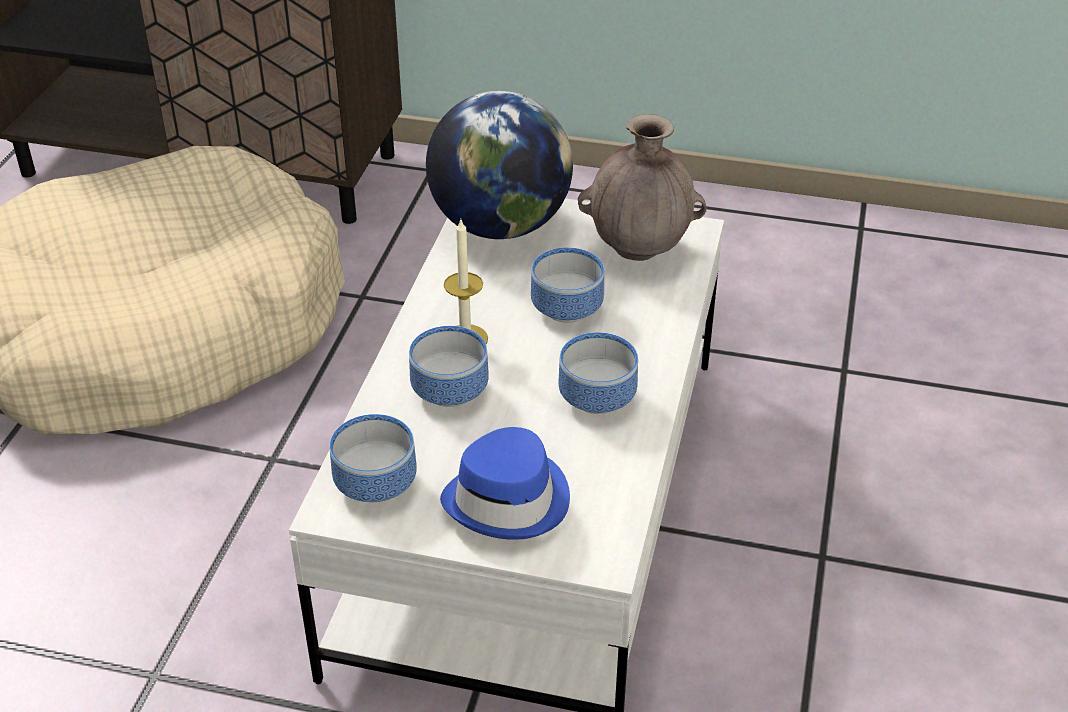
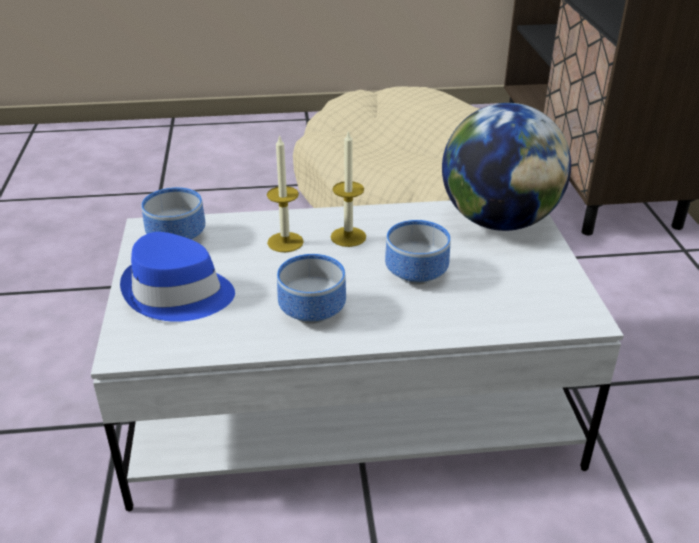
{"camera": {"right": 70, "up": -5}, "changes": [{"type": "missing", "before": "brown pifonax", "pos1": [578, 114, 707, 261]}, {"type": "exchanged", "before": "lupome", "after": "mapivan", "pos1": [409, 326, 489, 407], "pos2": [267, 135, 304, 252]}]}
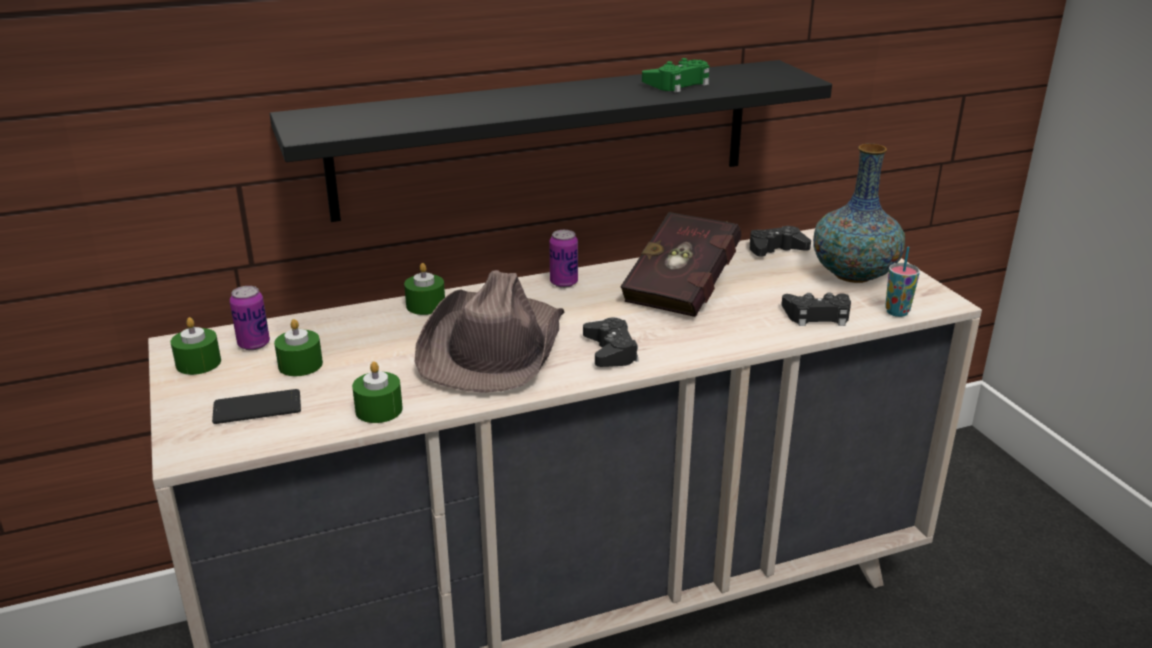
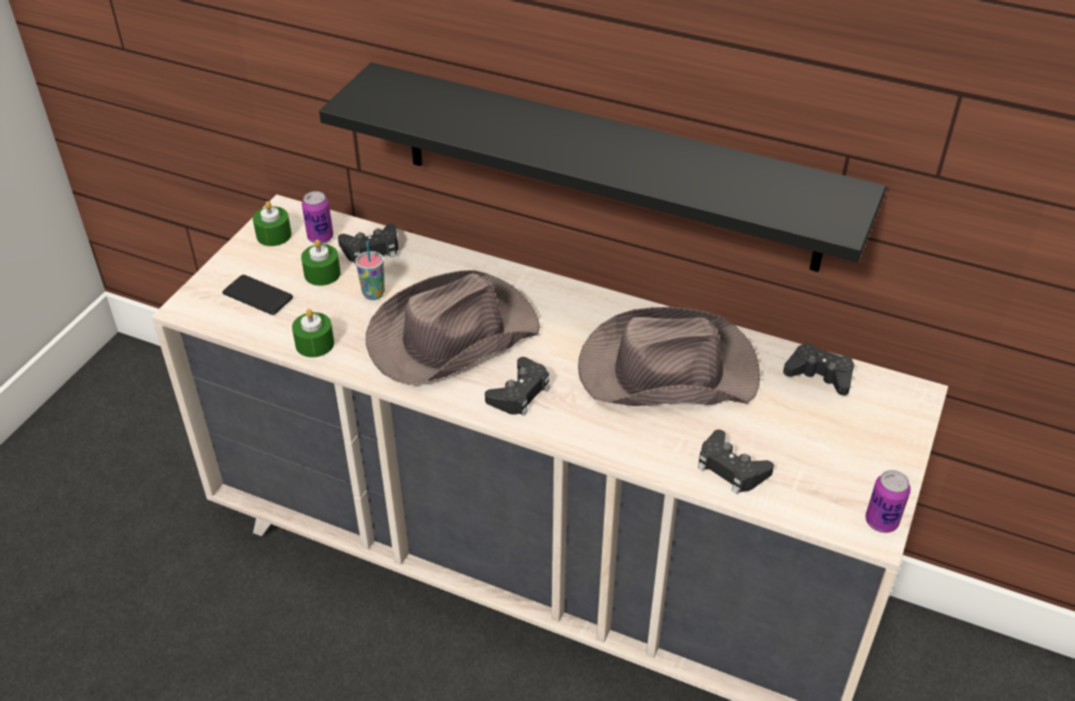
{"camera": {"right": 45, "up": 15}, "changes": [{"type": "missing", "before": "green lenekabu", "pos1": [642, 58, 709, 93]}, {"type": "missing", "before": "pifonax", "pos1": [813, 144, 905, 283]}, {"type": "exchanged", "before": "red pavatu", "after": "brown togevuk", "pos1": [620, 212, 742, 317], "pos2": [578, 307, 760, 406]}, {"type": "relocated", "before": "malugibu", "pos1": [549, 230, 578, 288], "pos2": [865, 470, 911, 533]}, {"type": "relocated", "before": "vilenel", "pos1": [885, 247, 920, 317], "pos2": [356, 241, 385, 300]}, {"type": "missing", "before": "green mapivan", "pos1": [404, 263, 445, 315]}, {"type": "appeared", "after": "black lenekabu", "pos2": [338, 224, 398, 264]}]}
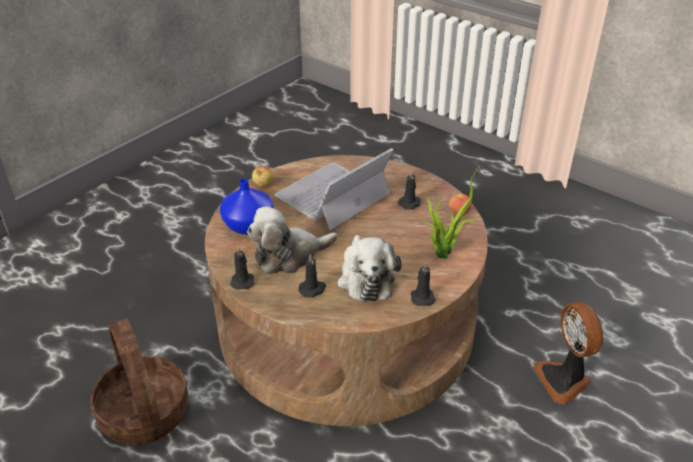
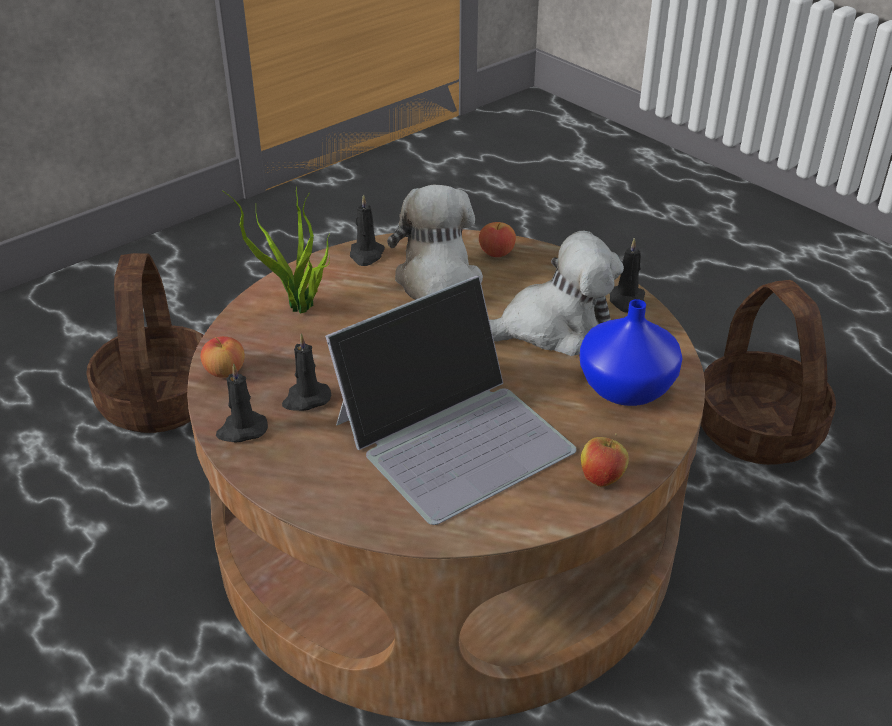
{"camera": {"right": -170, "up": 0}, "changes": [{"type": "relocated", "before": "black mapivan", "pos1": [298, 254, 326, 298], "pos2": [216, 363, 268, 442]}, {"type": "exchanged", "before": "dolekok", "after": "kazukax", "pos1": [533, 302, 603, 404], "pos2": [86, 253, 204, 433]}, {"type": "appeared", "after": "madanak", "pos2": [479, 222, 516, 257]}]}
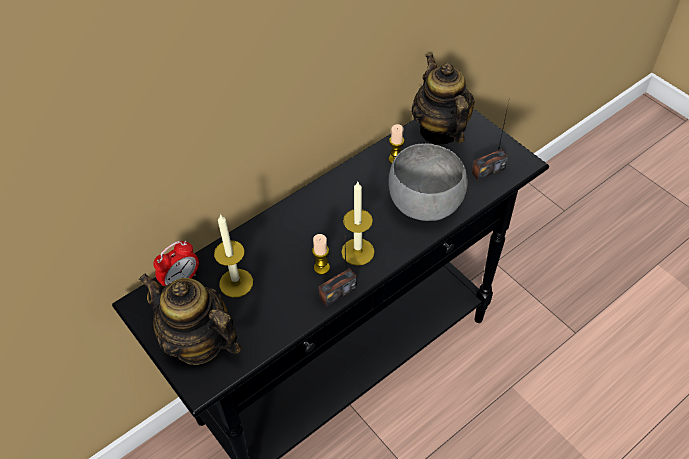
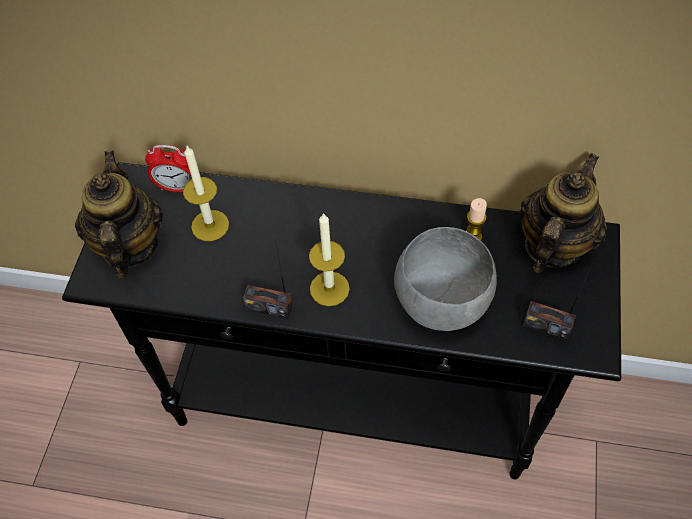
{"camera": {"right": 50, "up": 5}, "changes": [{"type": "missing", "before": "mapivan", "pos1": [312, 234, 330, 274]}]}
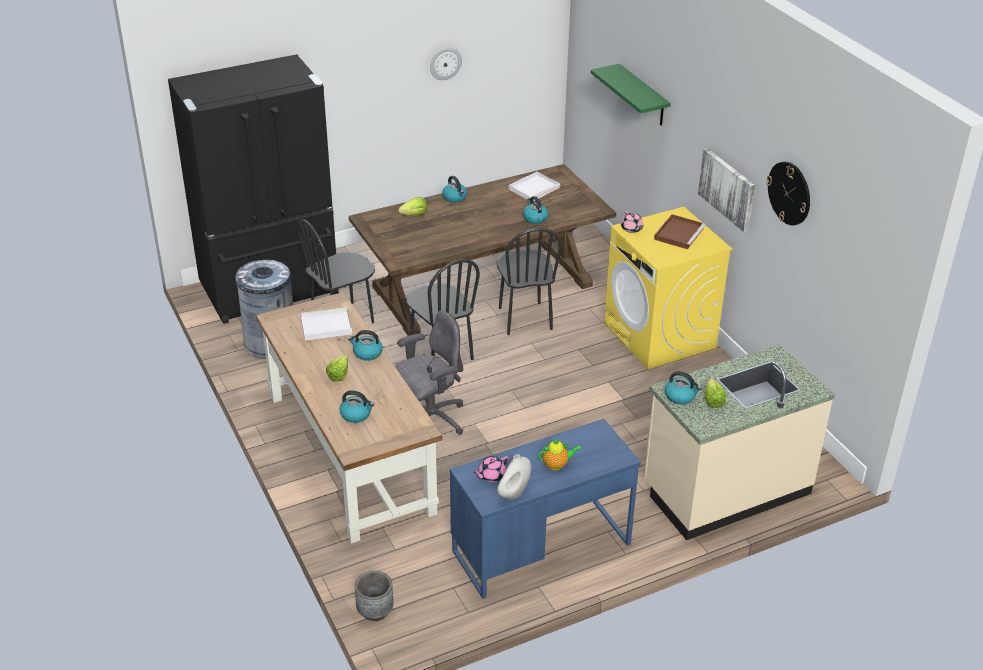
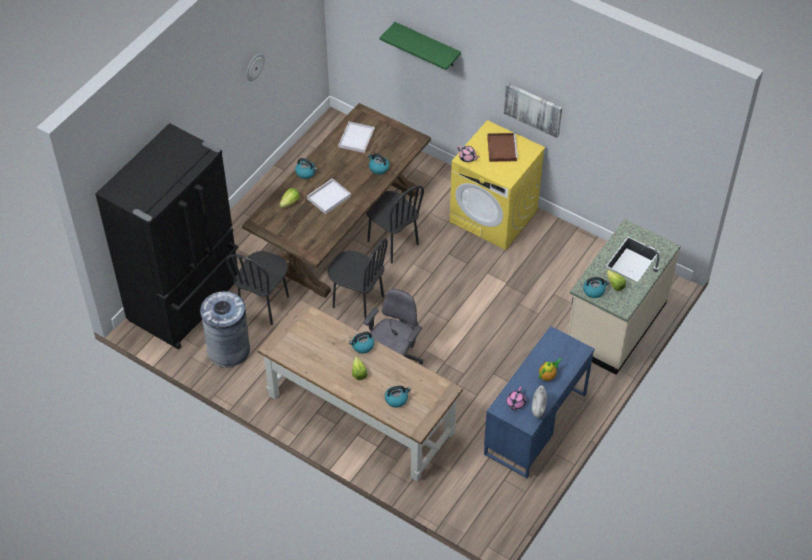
{"camera": {"right": -30, "up": 15}, "changes": [{"type": "missing", "before": "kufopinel", "pos1": [766, 162, 810, 225]}, {"type": "relocated", "before": "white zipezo", "pos1": [300, 307, 352, 340], "pos2": [307, 178, 351, 214]}, {"type": "missing", "before": "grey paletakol", "pos1": [355, 571, 393, 621]}]}
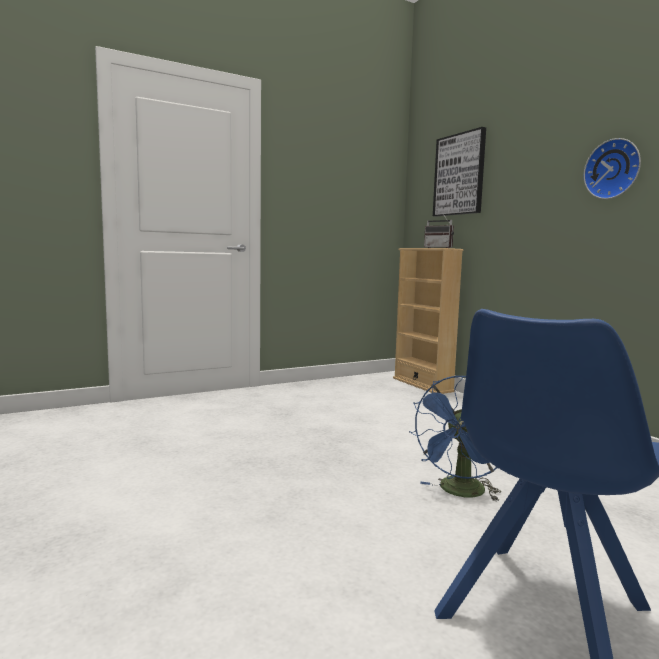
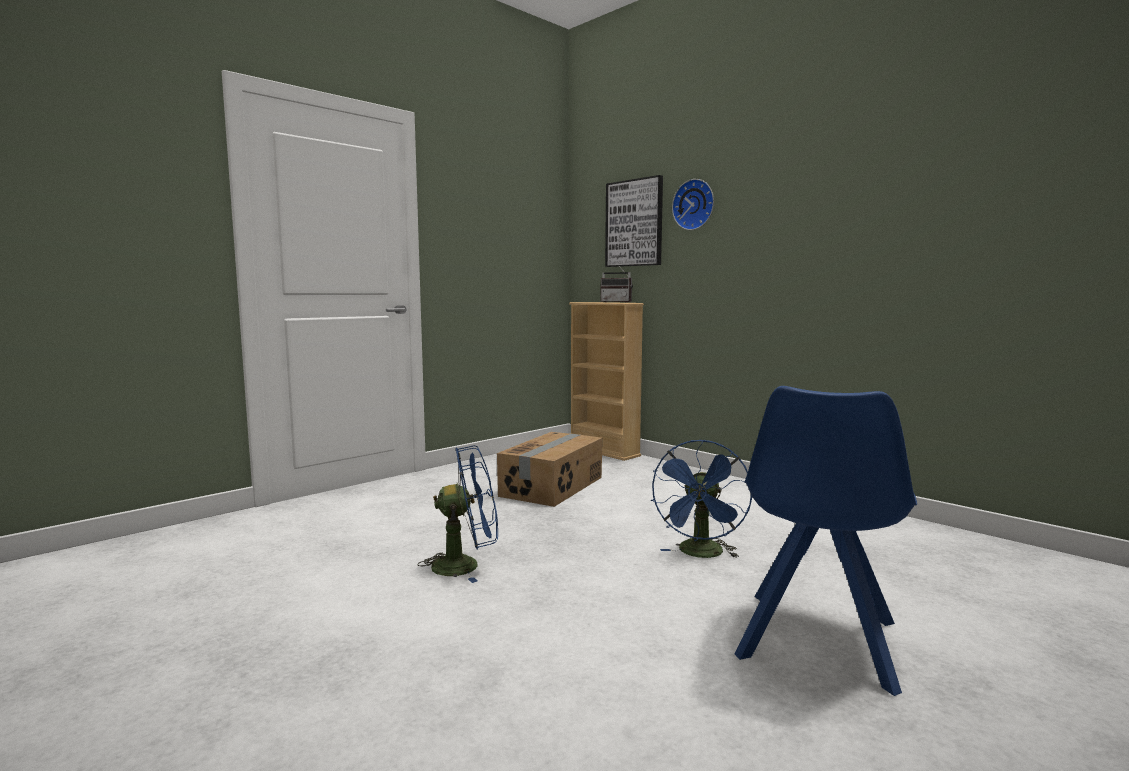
{"camera": {"right": -15, "up": 0}, "changes": [{"type": "relocated", "before": "kufopinel", "pos1": [583, 138, 641, 199], "pos2": [672, 179, 714, 230]}, {"type": "appeared", "after": "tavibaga", "pos2": [497, 432, 602, 507]}, {"type": "appeared", "after": "blue dolekok", "pos2": [418, 445, 498, 583]}]}
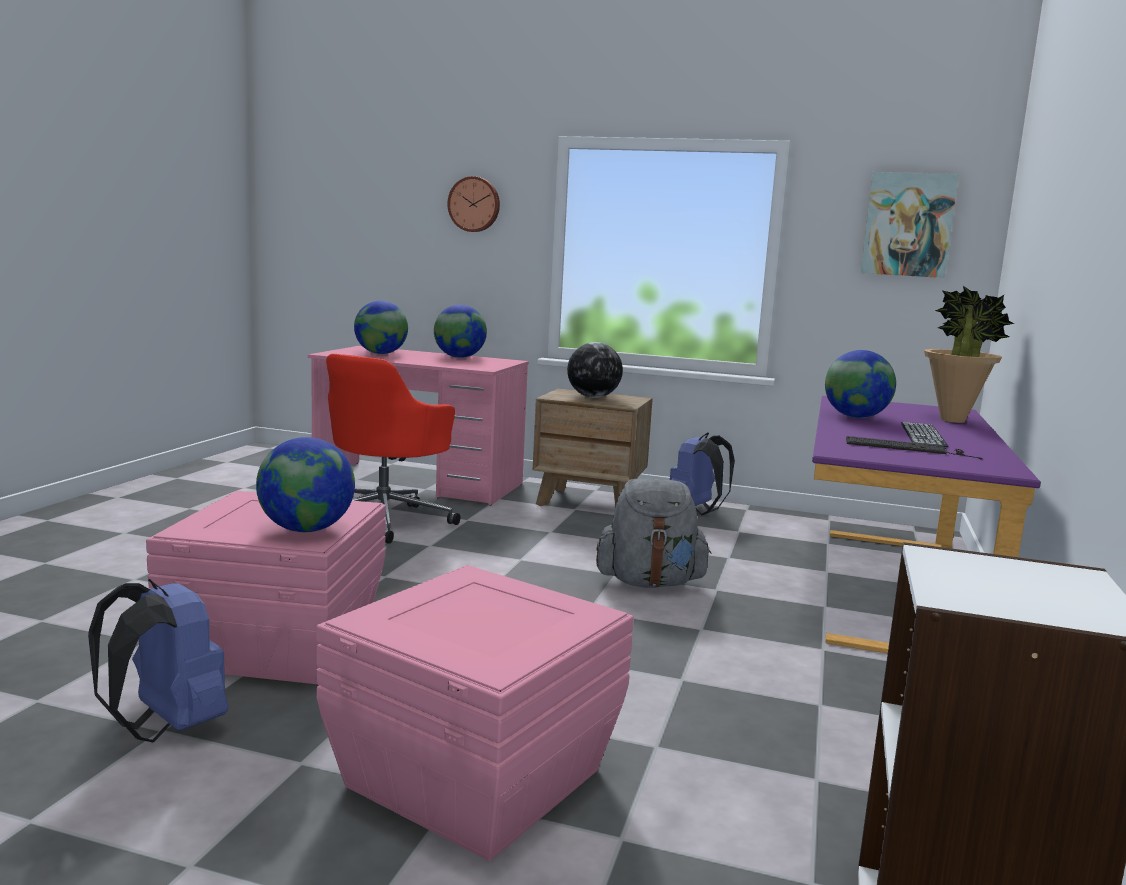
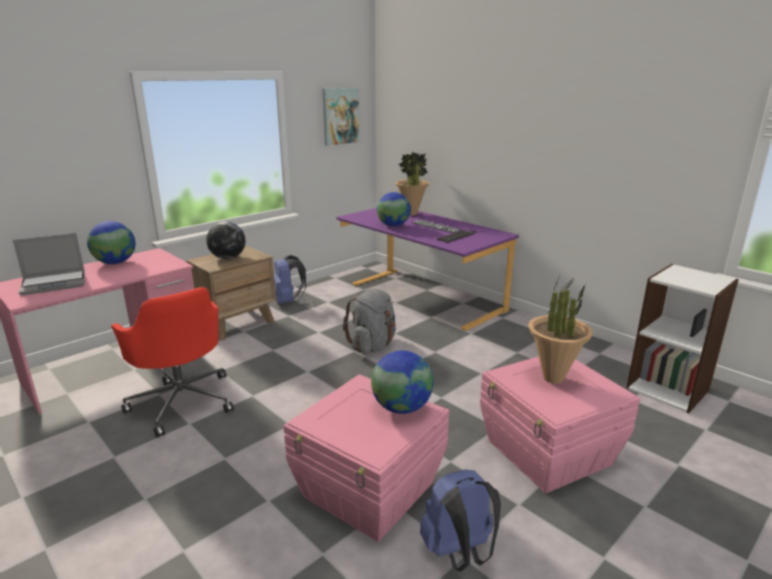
{"camera": {"right": -60, "up": 10}, "changes": [{"type": "missing", "before": "kufopinel", "pos1": [447, 176, 500, 232]}, {"type": "exchanged", "before": "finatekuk", "after": "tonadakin", "pos1": [354, 301, 408, 354], "pos2": [13, 233, 85, 295]}, {"type": "appeared", "after": "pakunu", "pos2": [528, 276, 593, 384]}]}
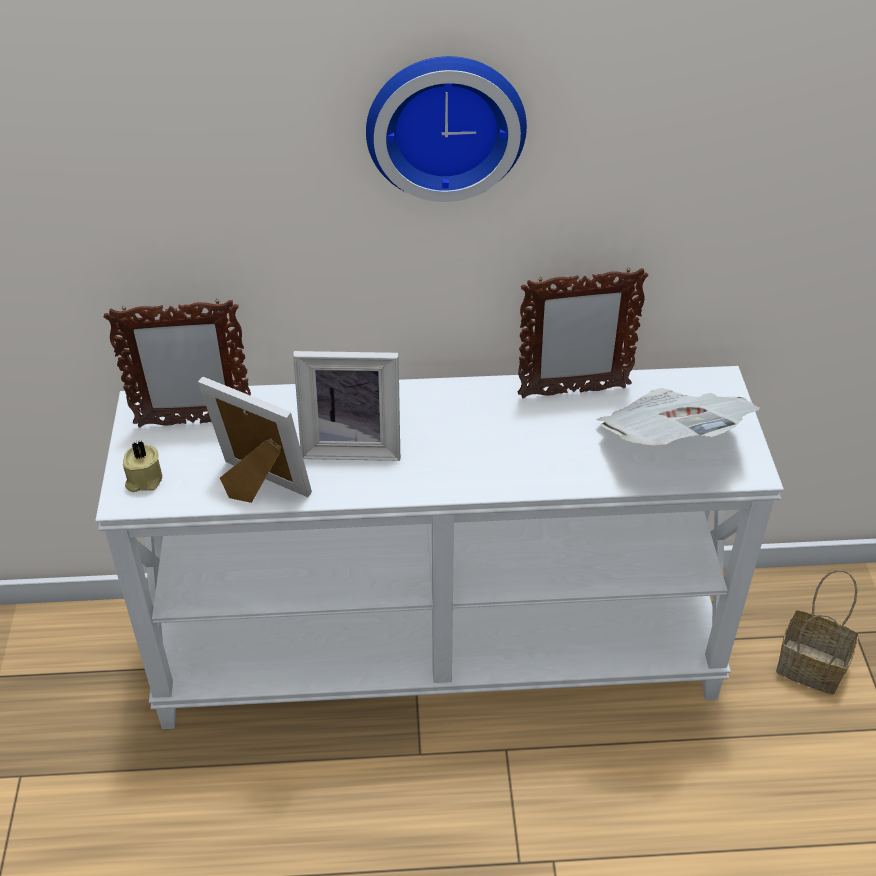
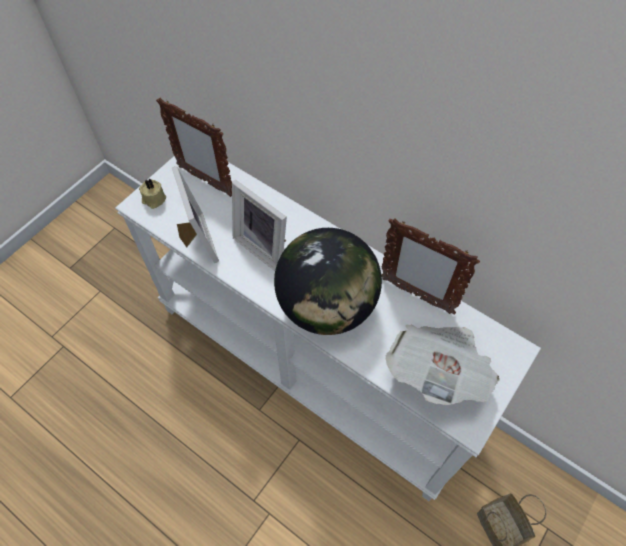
{"camera": {"right": 40, "up": 15}, "changes": [{"type": "missing", "before": "kufopinel", "pos1": [366, 56, 527, 202]}, {"type": "appeared", "after": "finatekuk", "pos2": [274, 228, 382, 335]}]}
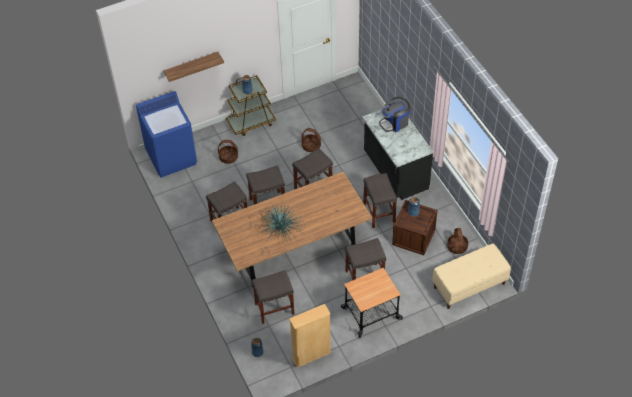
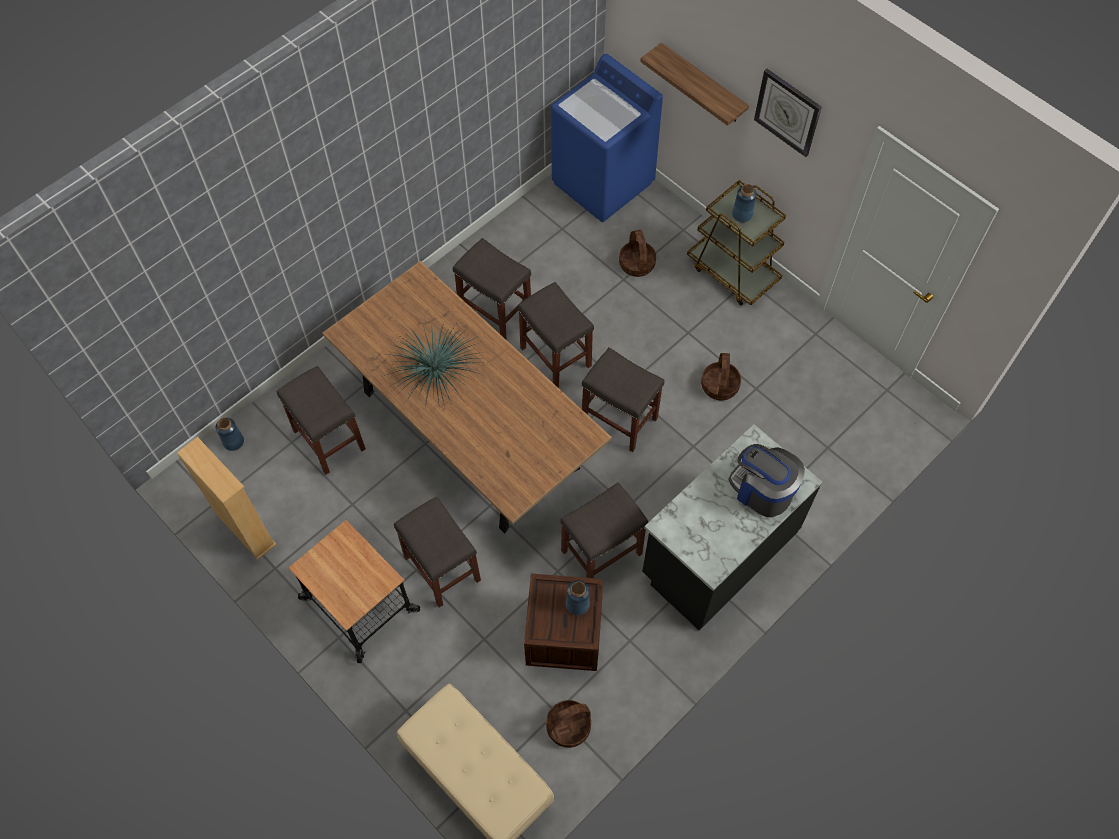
{"camera": {"right": 70, "up": 10}, "changes": [{"type": "appeared", "after": "kufopinel", "pos2": [754, 69, 822, 157]}]}
